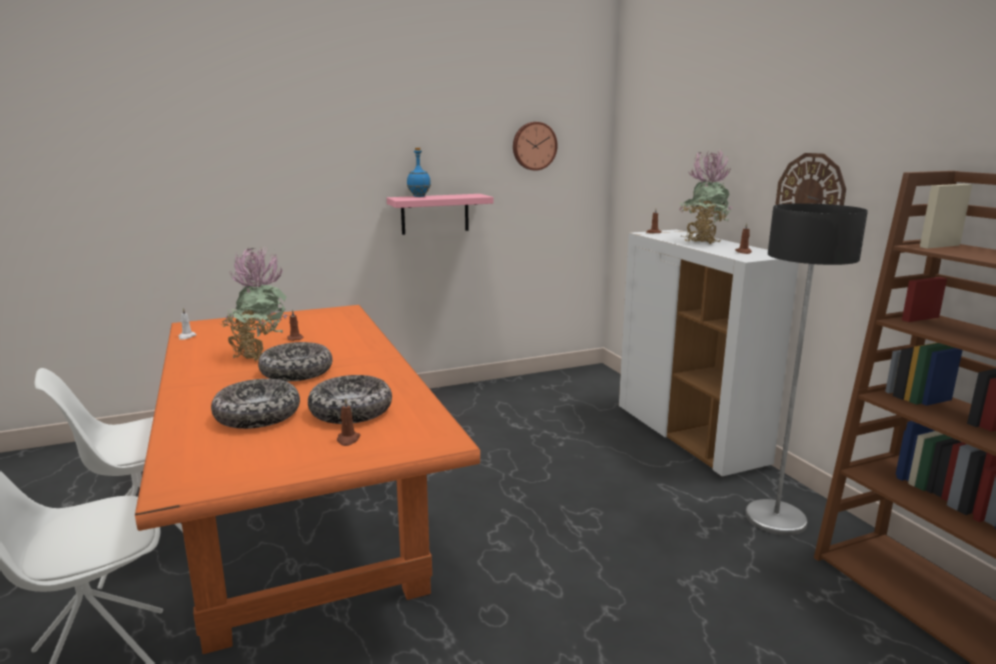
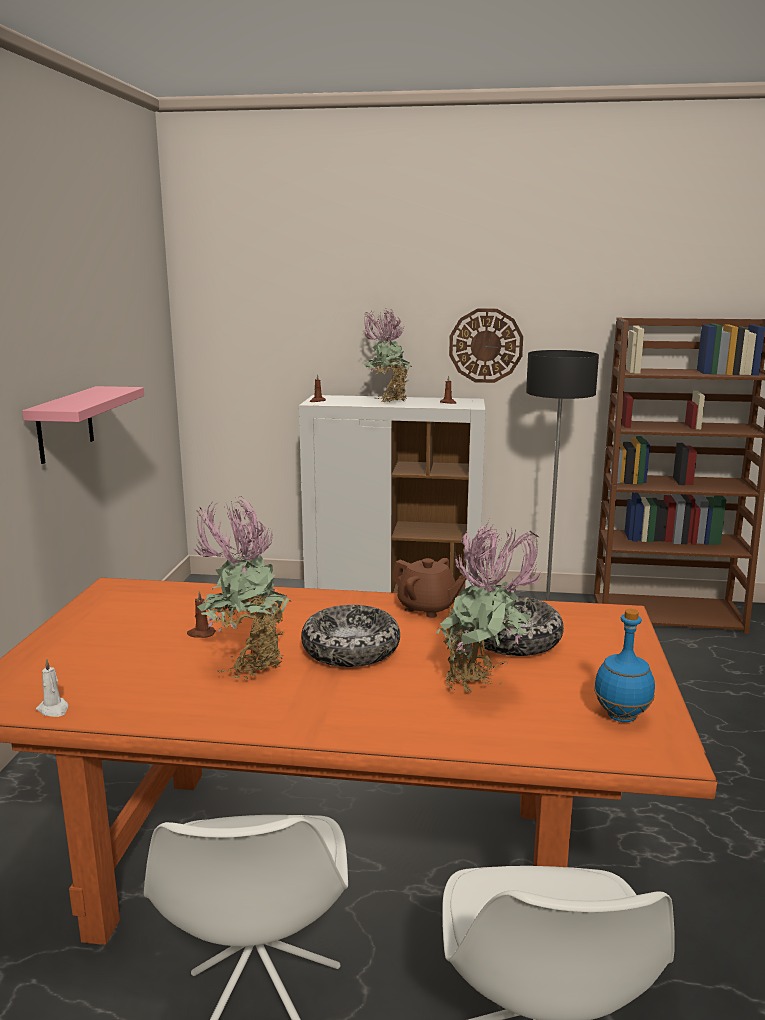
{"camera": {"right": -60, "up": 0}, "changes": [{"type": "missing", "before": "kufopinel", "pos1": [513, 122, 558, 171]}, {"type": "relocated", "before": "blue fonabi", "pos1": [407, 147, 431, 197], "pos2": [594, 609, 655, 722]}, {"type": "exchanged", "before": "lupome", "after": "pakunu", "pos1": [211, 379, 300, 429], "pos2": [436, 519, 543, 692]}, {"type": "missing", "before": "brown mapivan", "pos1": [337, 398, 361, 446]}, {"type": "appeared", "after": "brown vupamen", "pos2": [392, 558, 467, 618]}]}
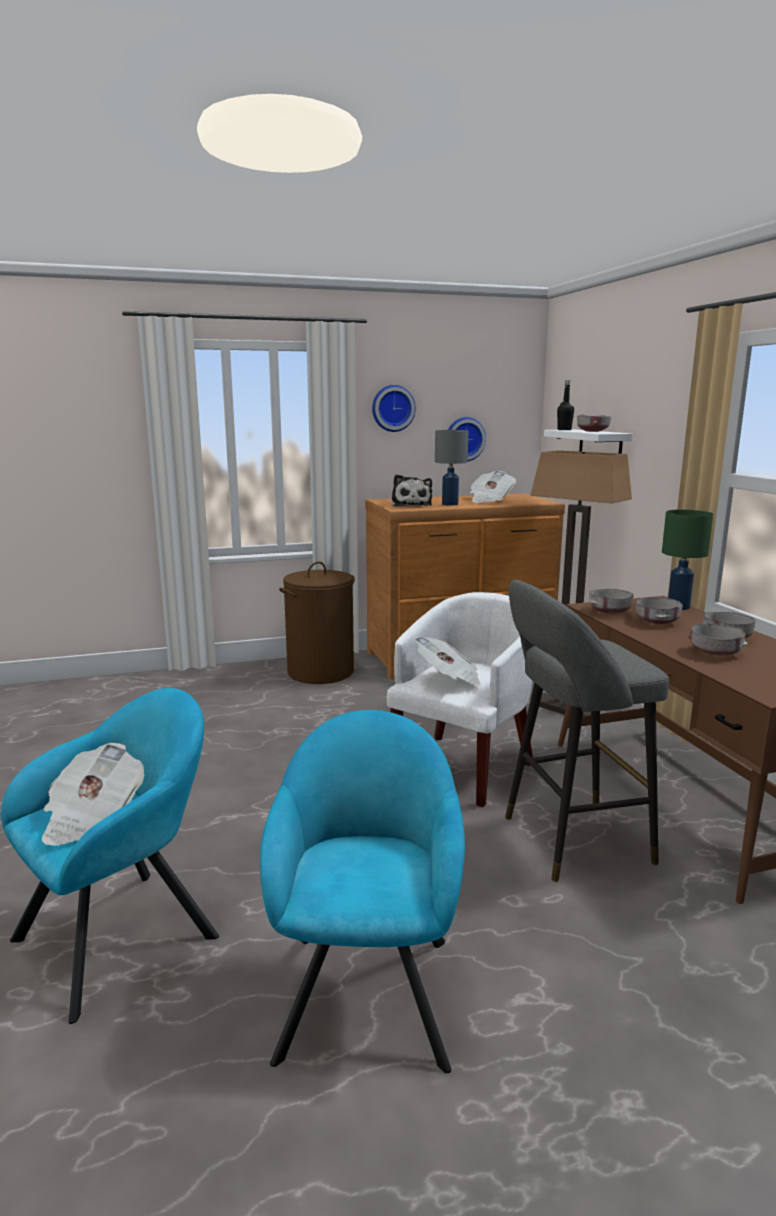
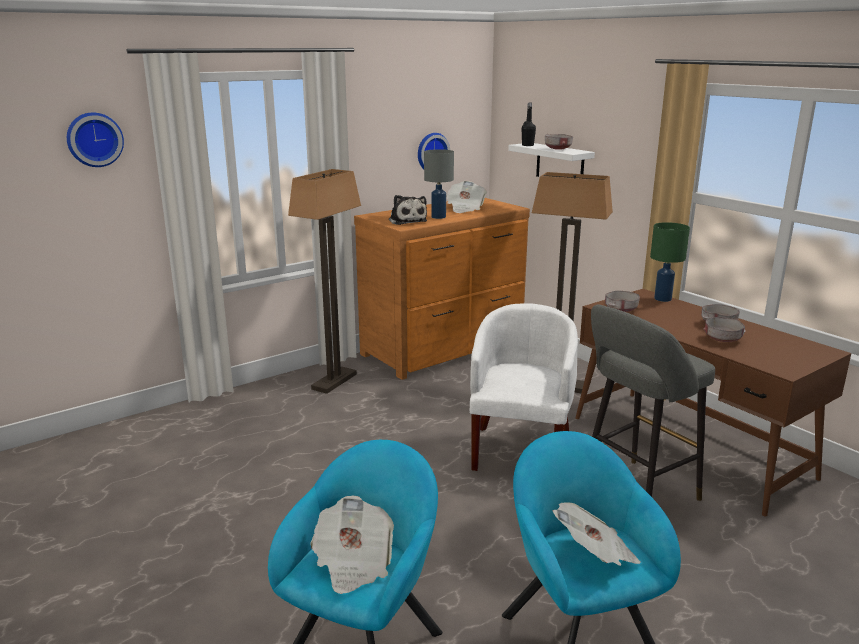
{"camera": {"right": -20, "up": 5}, "changes": [{"type": "relocated", "before": "kufopinel", "pos1": [372, 385, 416, 432], "pos2": [67, 112, 124, 167]}, {"type": "exchanged", "before": "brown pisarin", "after": "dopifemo", "pos1": [279, 561, 355, 684], "pos2": [288, 169, 361, 394]}, {"type": "missing", "before": "grey lupome", "pos1": [636, 597, 683, 624]}, {"type": "relocated", "before": "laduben", "pos1": [414, 636, 481, 686], "pos2": [553, 502, 641, 566]}]}
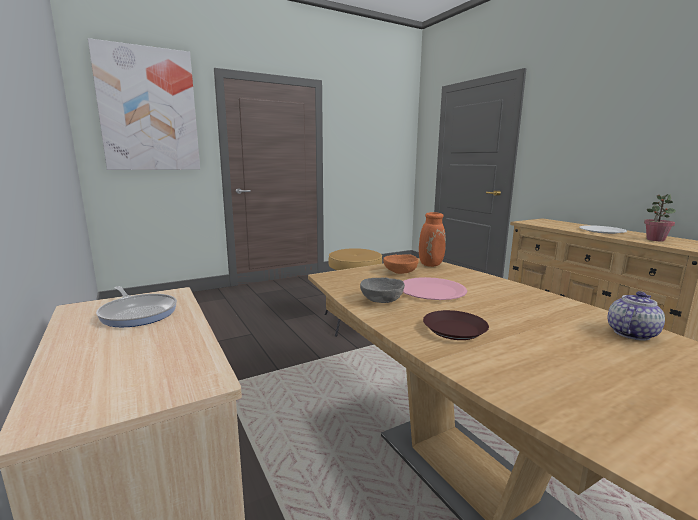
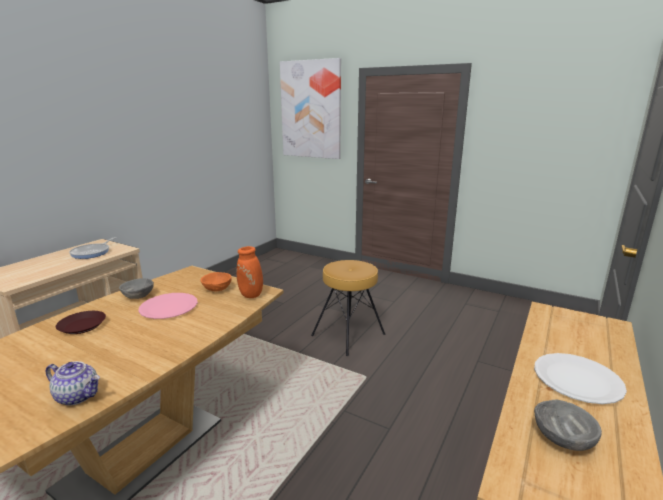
{"camera": {"right": 60, "up": 5}, "changes": [{"type": "exchanged", "before": "pakunu", "after": "grey lupome", "pos1": [644, 194, 676, 241], "pos2": [534, 399, 602, 451]}]}
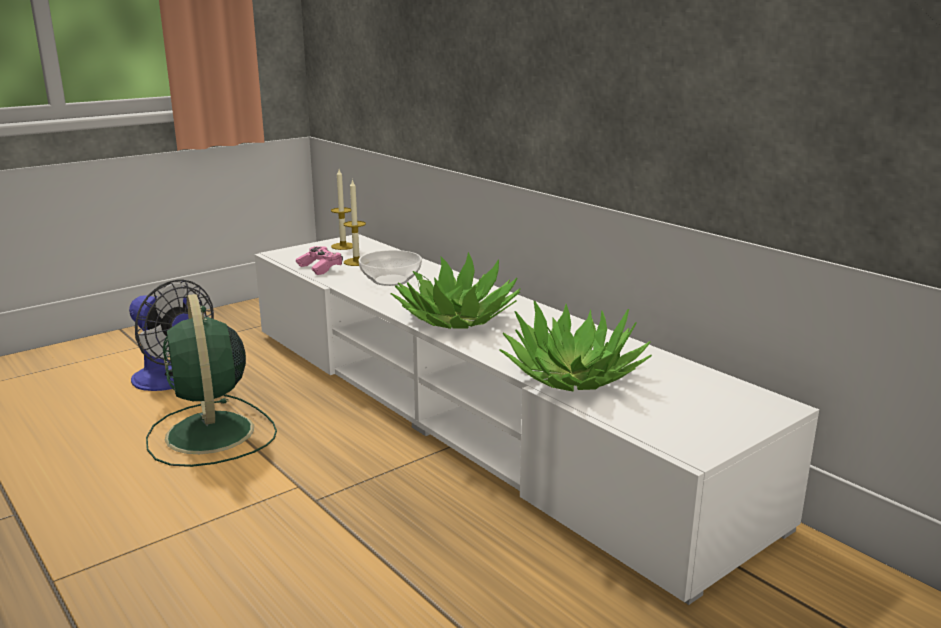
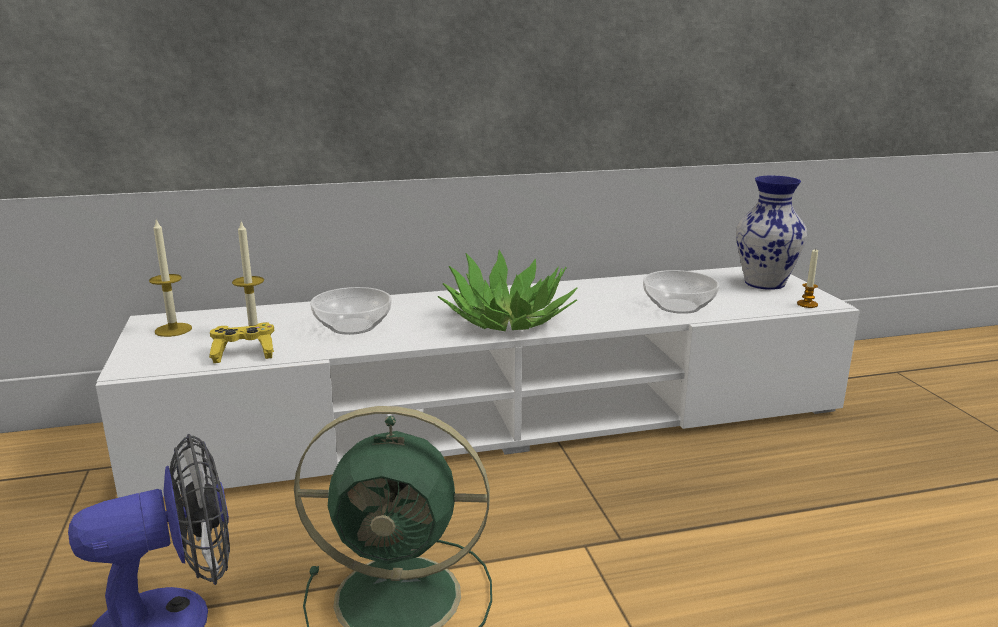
{"camera": {"right": -65, "up": 0}, "changes": [{"type": "colour", "before": "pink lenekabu", "after": "yellow lenekabu", "pos1": [296, 246, 343, 275], "pos2": [209, 322, 274, 363]}, {"type": "exchanged", "before": "pakunu", "after": "lupome", "pos1": [499, 301, 652, 392], "pos2": [643, 270, 719, 314]}, {"type": "appeared", "after": "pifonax", "pos2": [736, 176, 807, 290]}, {"type": "appeared", "after": "mapivan", "pos2": [797, 248, 818, 308]}]}
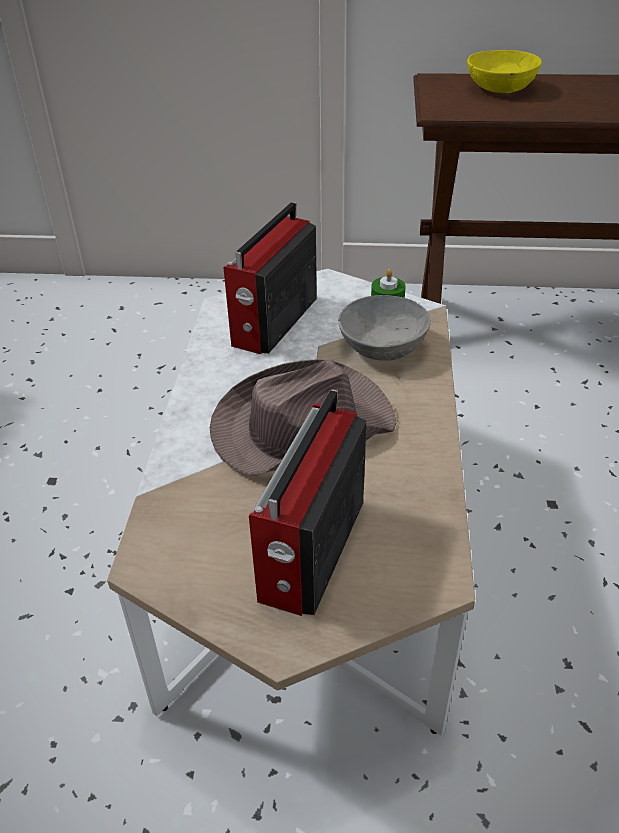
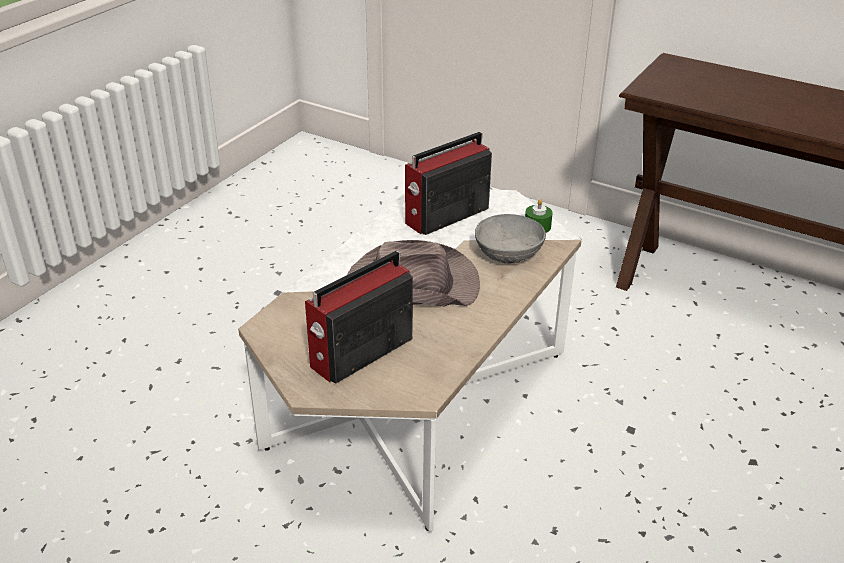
{"camera": {"right": 25, "up": -5}, "changes": [{"type": "missing", "before": "yellow lupome", "pos1": [467, 50, 542, 93]}]}
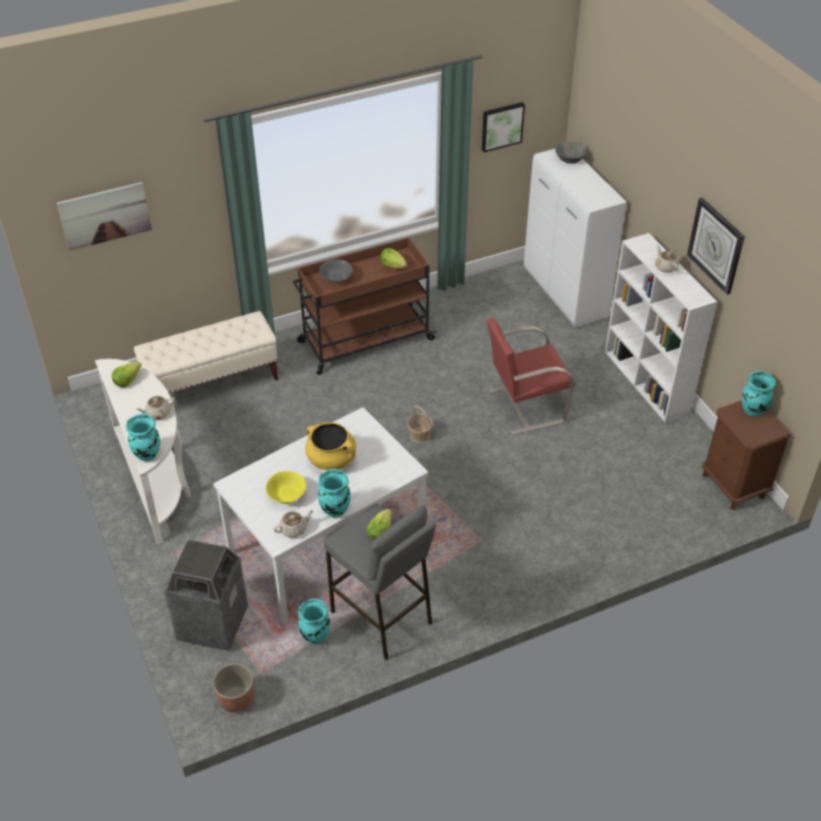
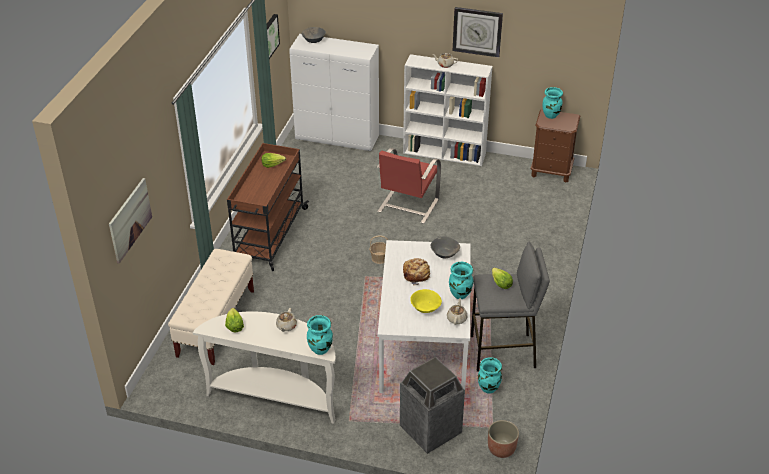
{"camera": {"right": -50, "up": -5}, "changes": [{"type": "relocated", "before": "grey lupome", "pos1": [320, 259, 353, 284], "pos2": [431, 237, 460, 258]}, {"type": "exchanged", "before": "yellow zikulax", "after": "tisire", "pos1": [305, 423, 356, 470], "pos2": [403, 258, 431, 286]}]}
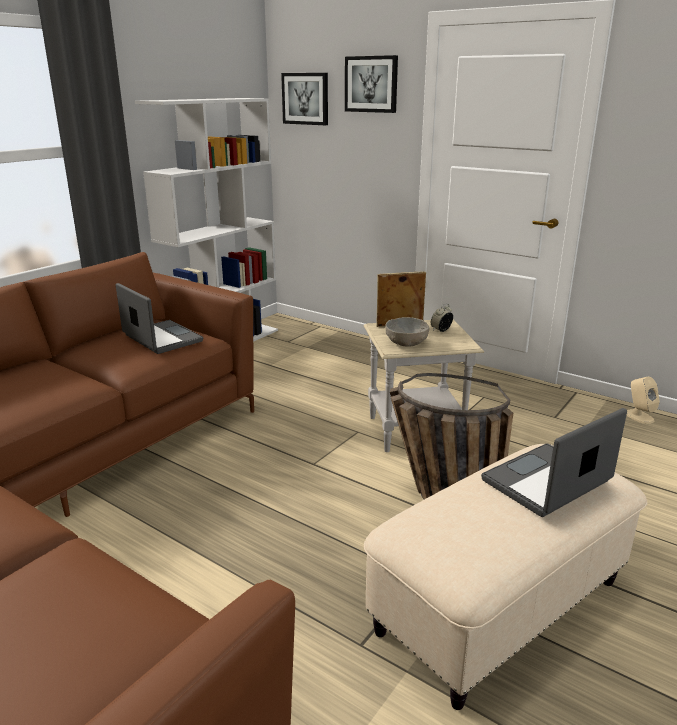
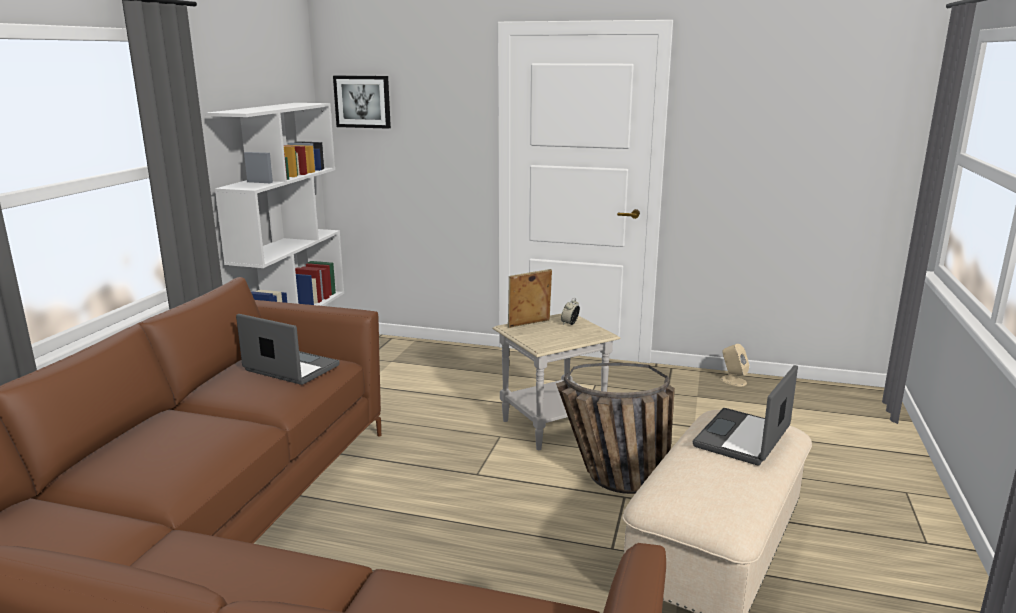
{"camera": {"right": -20, "up": -5}, "changes": [{"type": "missing", "before": "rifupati", "pos1": [345, 55, 398, 113]}, {"type": "missing", "before": "grey lupome", "pos1": [385, 317, 430, 347]}]}
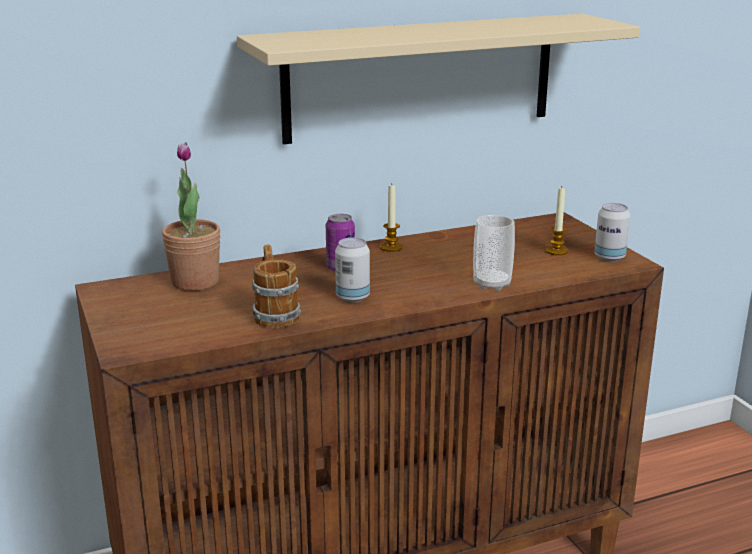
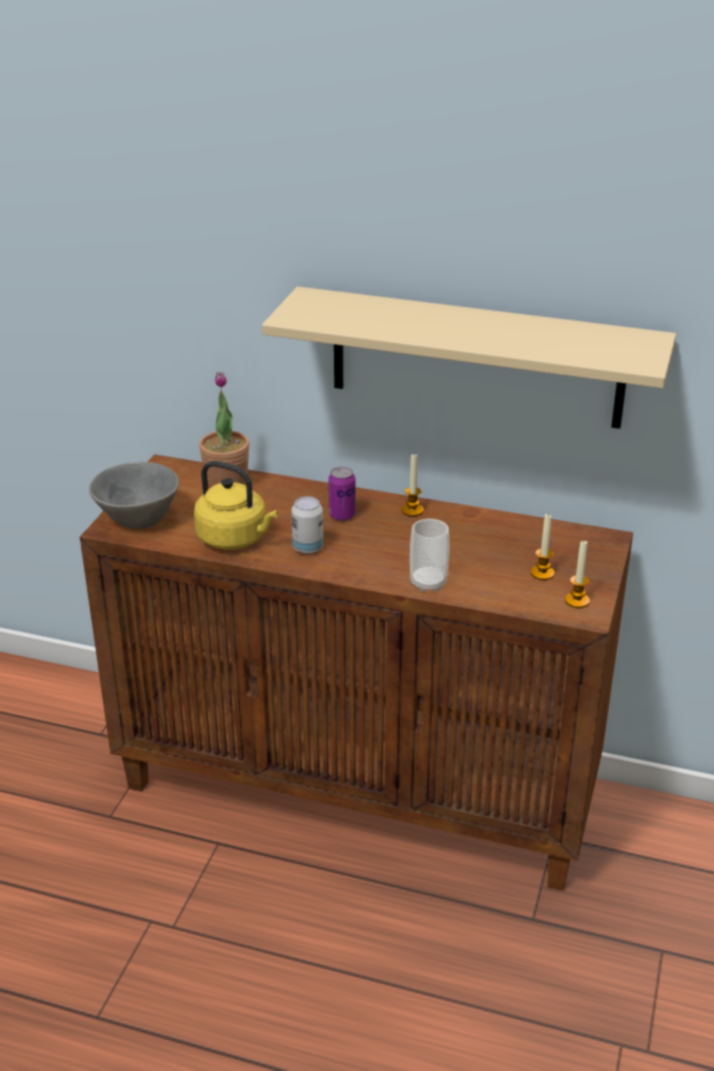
{"camera": {"right": 40, "up": 10}, "changes": [{"type": "exchanged", "before": "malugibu", "after": "mapivan", "pos1": [594, 203, 630, 262], "pos2": [565, 541, 590, 608]}, {"type": "exchanged", "before": "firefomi", "after": "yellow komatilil", "pos1": [252, 245, 301, 328], "pos2": [194, 461, 278, 550]}, {"type": "appeared", "after": "grey lupome", "pos2": [89, 462, 179, 529]}]}
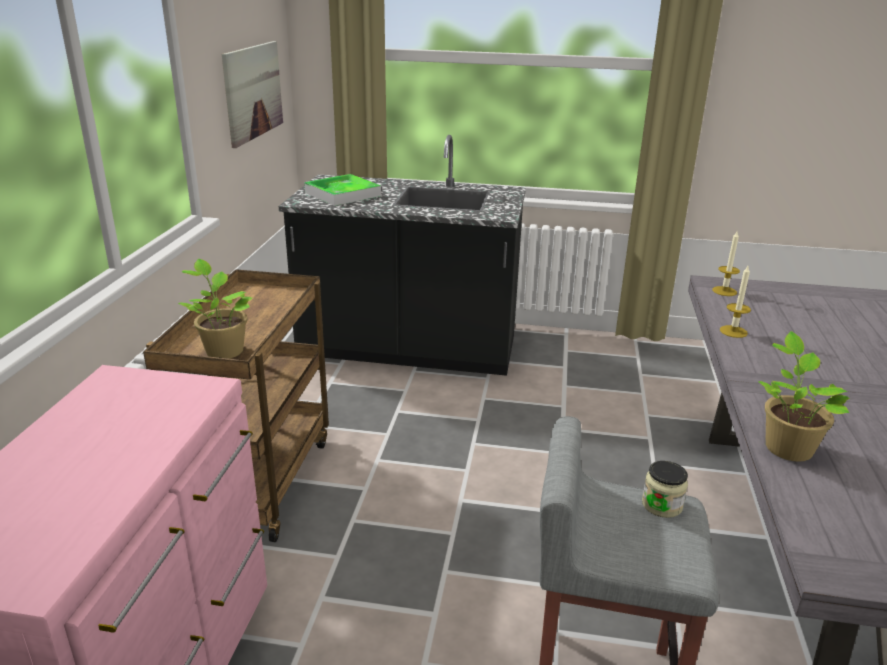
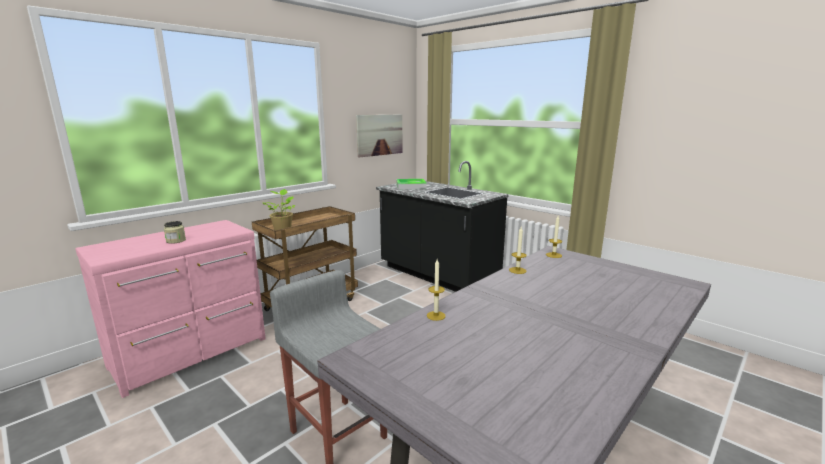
{"camera": {"right": 35, "up": -10}, "changes": [{"type": "exchanged", "before": "pakunu", "after": "mapivan", "pos1": [758, 331, 850, 462], "pos2": [427, 259, 446, 321]}, {"type": "relocated", "before": "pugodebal", "pos1": [642, 461, 688, 518], "pos2": [164, 221, 186, 244]}]}
